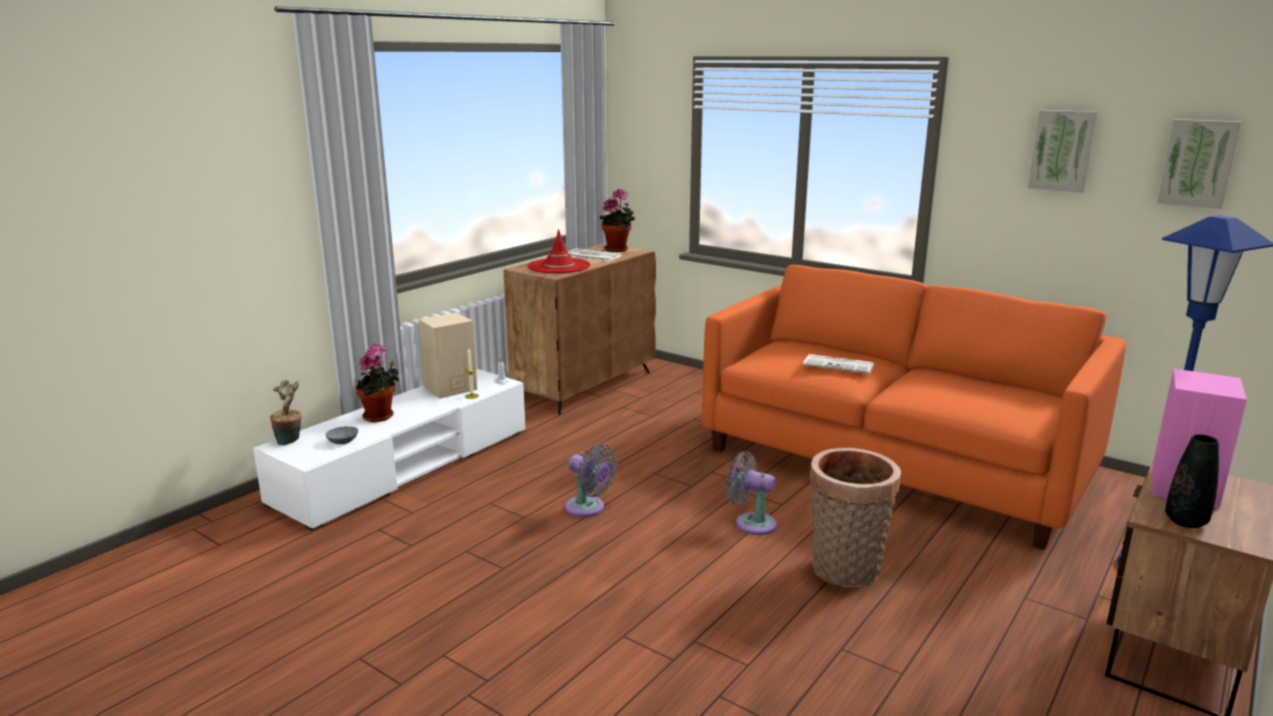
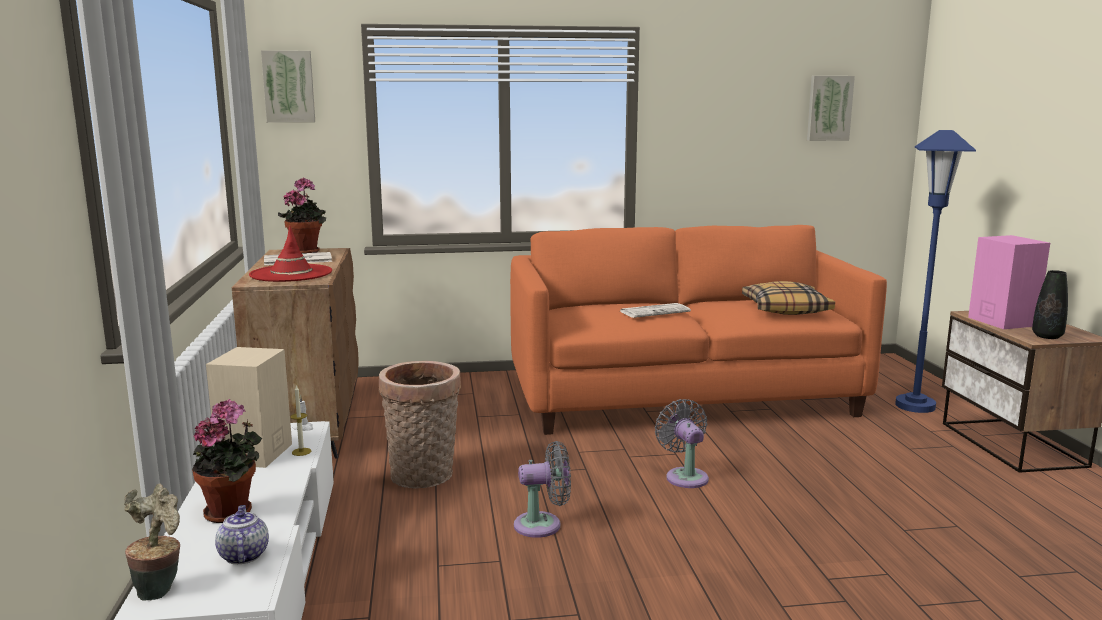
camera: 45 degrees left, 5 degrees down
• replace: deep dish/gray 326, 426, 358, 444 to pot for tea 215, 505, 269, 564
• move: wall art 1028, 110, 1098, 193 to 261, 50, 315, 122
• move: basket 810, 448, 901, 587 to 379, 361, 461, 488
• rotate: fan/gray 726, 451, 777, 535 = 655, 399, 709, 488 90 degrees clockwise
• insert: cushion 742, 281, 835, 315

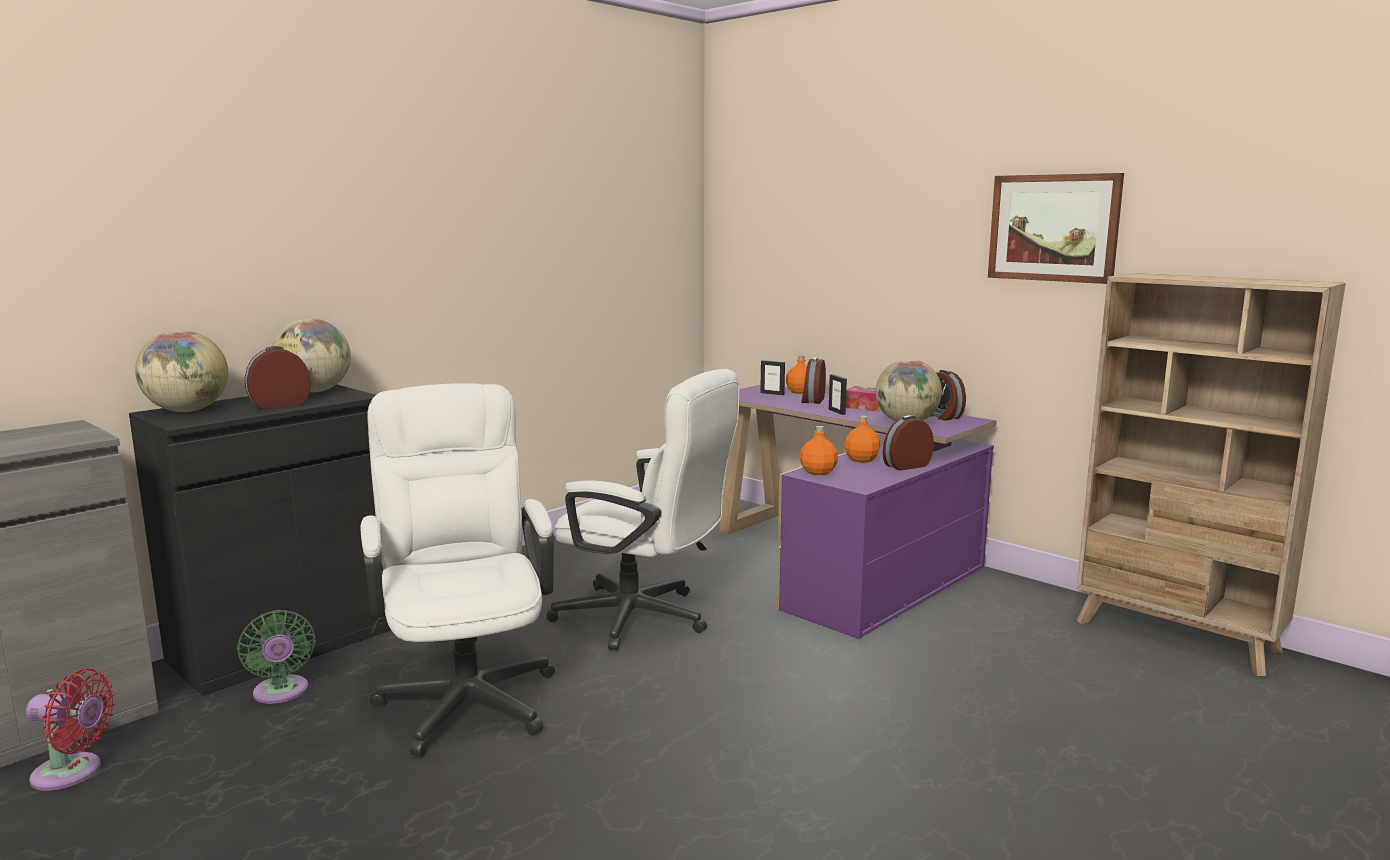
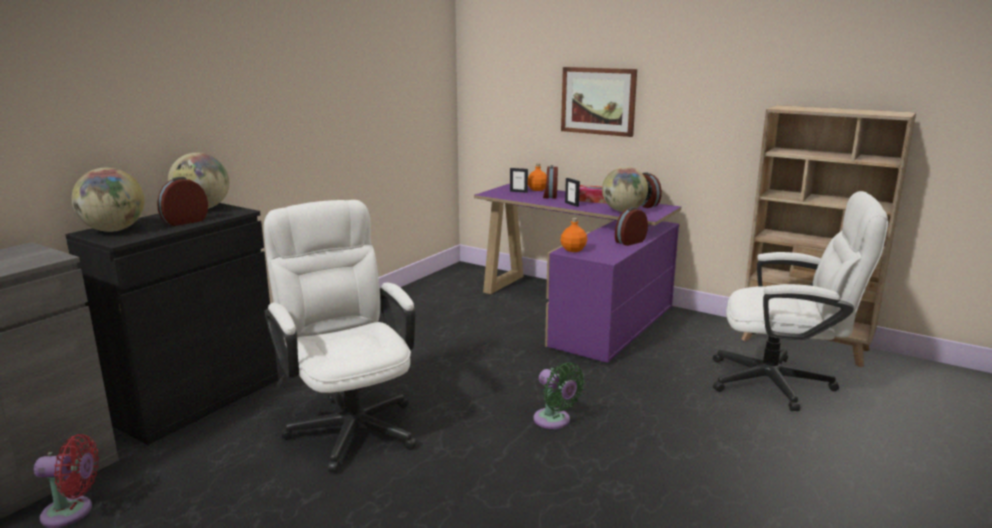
camera: 10 degrees left, 5 degrees up
• move: fan/green-coloured 237, 610, 316, 704 to 533, 362, 585, 429
• move: wall art 988, 173, 1124, 284 to 561, 67, 637, 137
• move: office chair/whitish 547, 369, 740, 651 to 713, 191, 888, 411
• delete: drink bottle/orange-coloured 844, 416, 880, 463

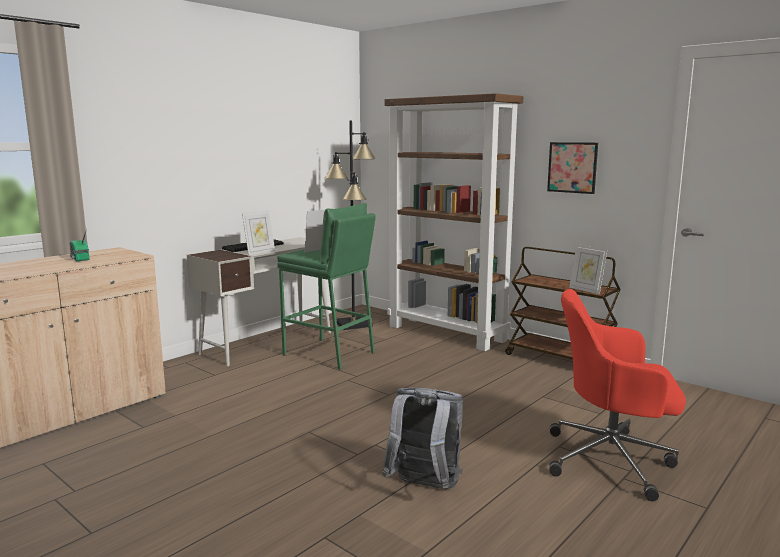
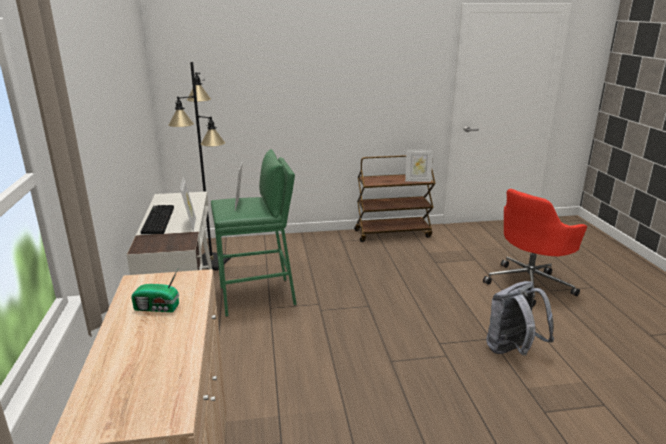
camera: 50 degrees left, 10 degrees up
• delete: shelving unit/brown 385, 93, 523, 351
• delete: wall art 547, 142, 598, 194

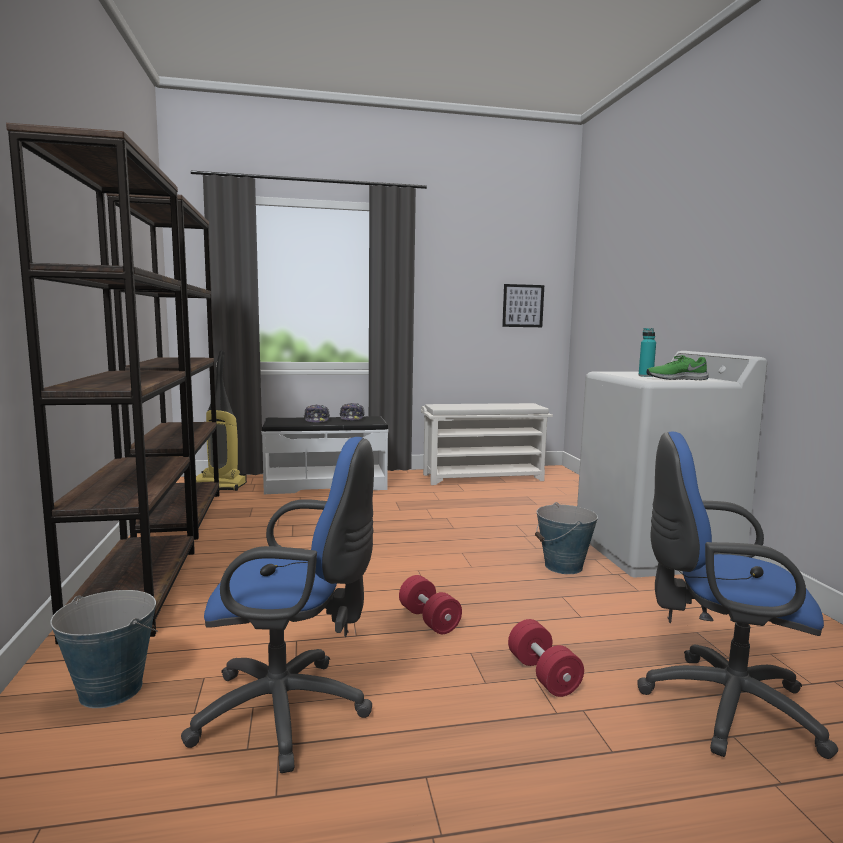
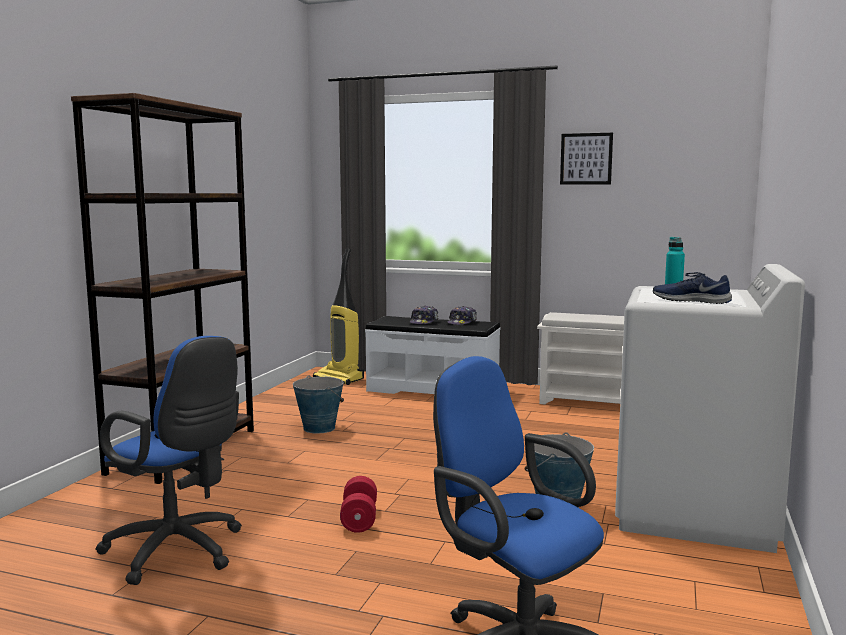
camera: 30 degrees right, 0 degrees up
• move: pail 50, 590, 158, 708 to 293, 375, 344, 434
• move: wall art 502, 284, 544, 327 to 560, 133, 613, 185
• recolor: shoe/green-coloured 647, 355, 709, 380 to shoe/blue-coloured 653, 272, 732, 304
• delete: shelving unit/brown 107, 193, 220, 540
• delete: hand weight/reddish 508, 619, 584, 697

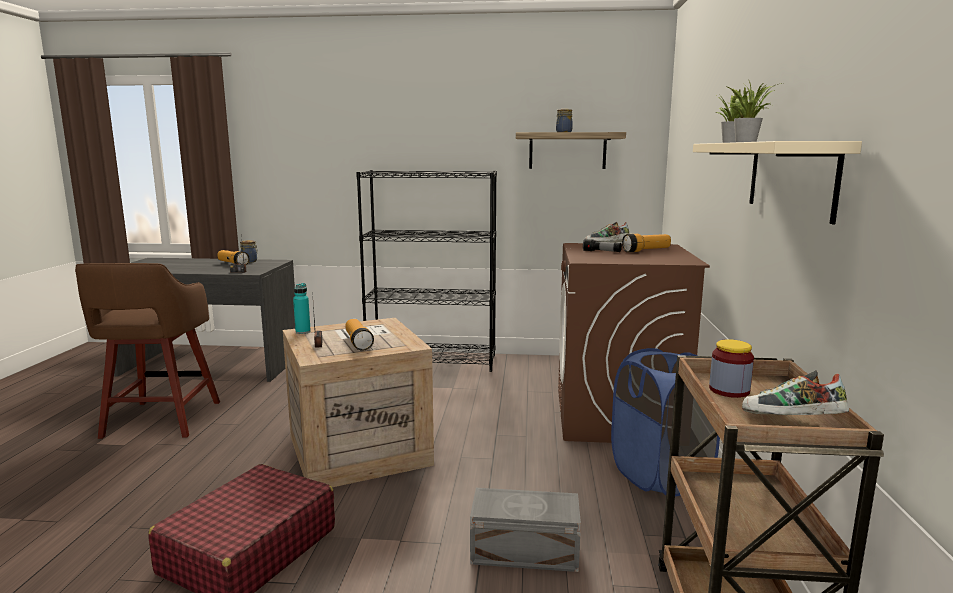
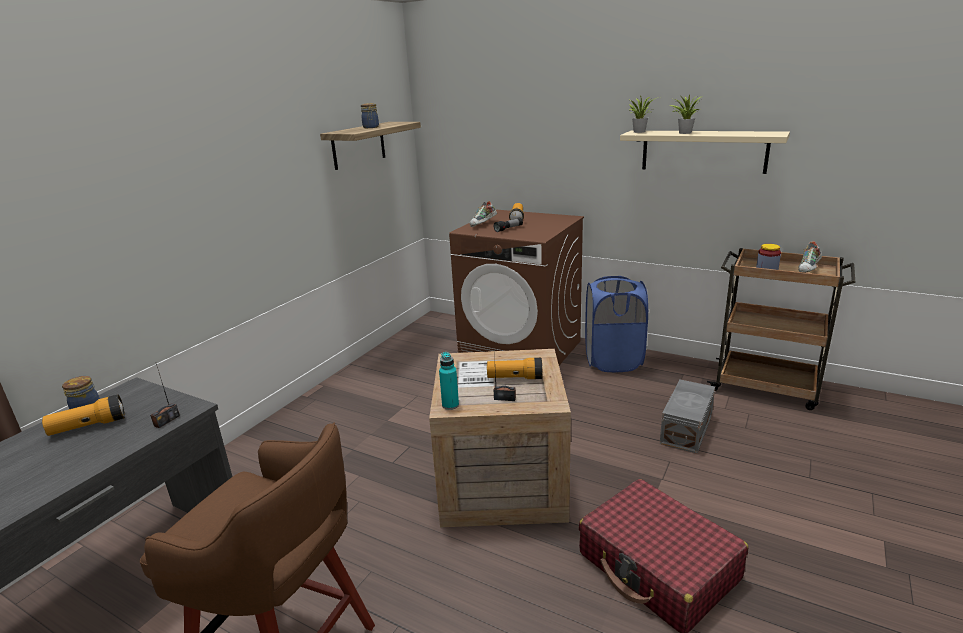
camera: 65 degrees left, 10 degrees up
• delete: shelving unit/black-coloured 356, 170, 497, 372

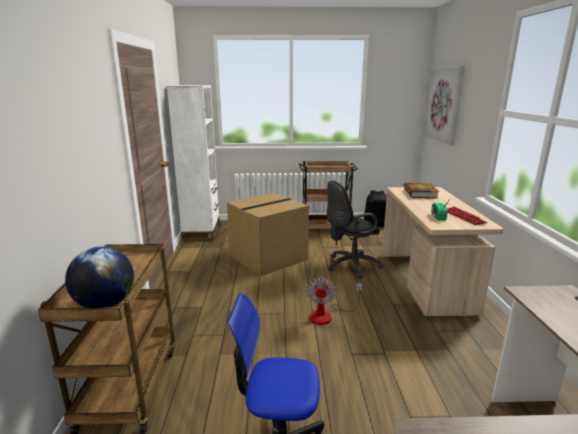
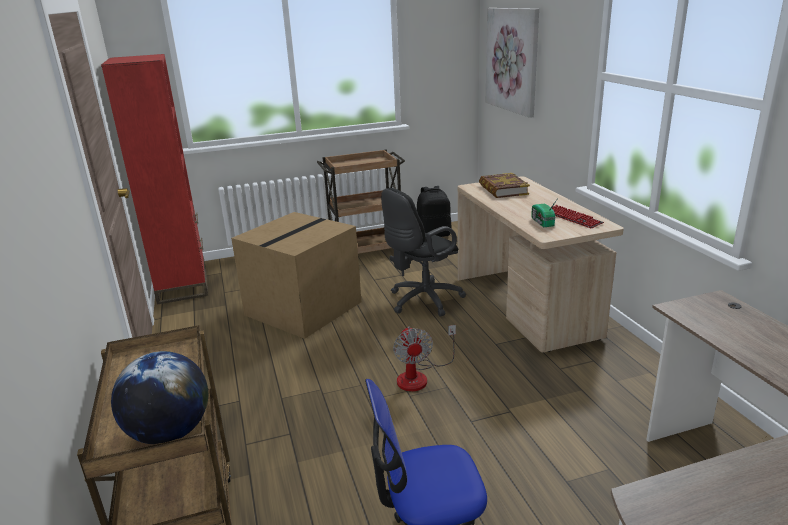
camera: 15 degrees left, 5 degrees up
• recolor: shelving unit/whitish 167, 85, 220, 241 to shelving unit/reddish 101, 54, 208, 305

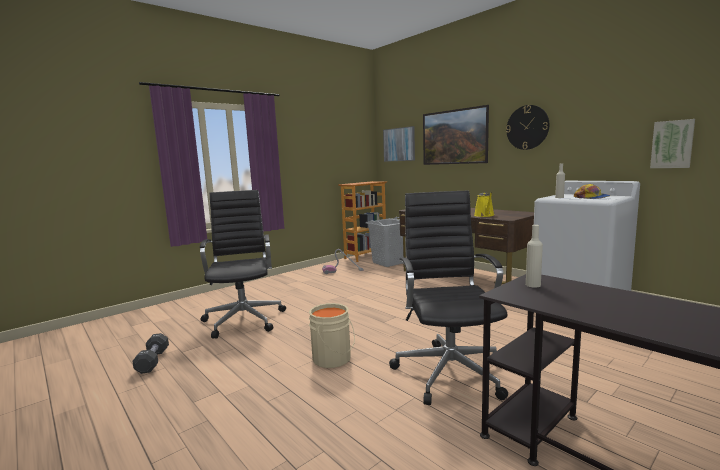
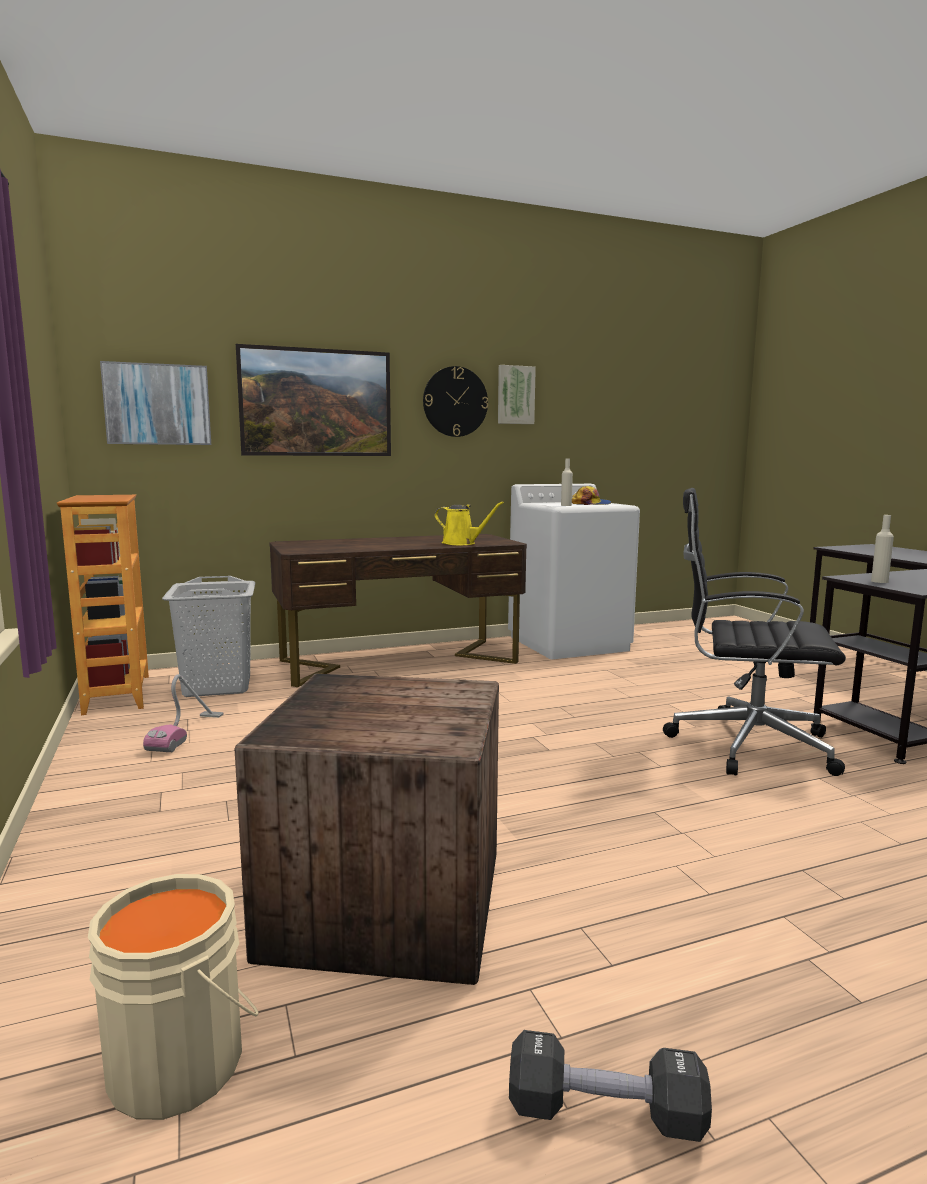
camera: 70 degrees left, 0 degrees up
• move: pail/sand-coloured 309, 303, 355, 368 to 88, 874, 259, 1120
• replace: office chair/black-coloured 200, 190, 286, 339 to shipping crate 235, 674, 499, 985
• move: wall art 650, 119, 695, 168 to 498, 365, 536, 424

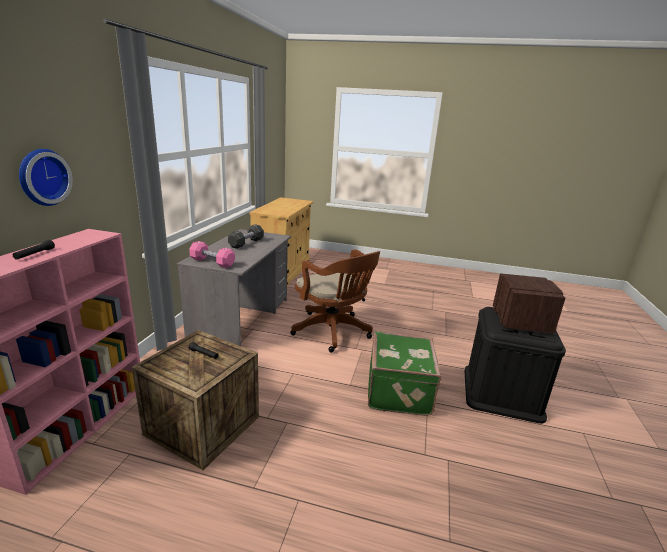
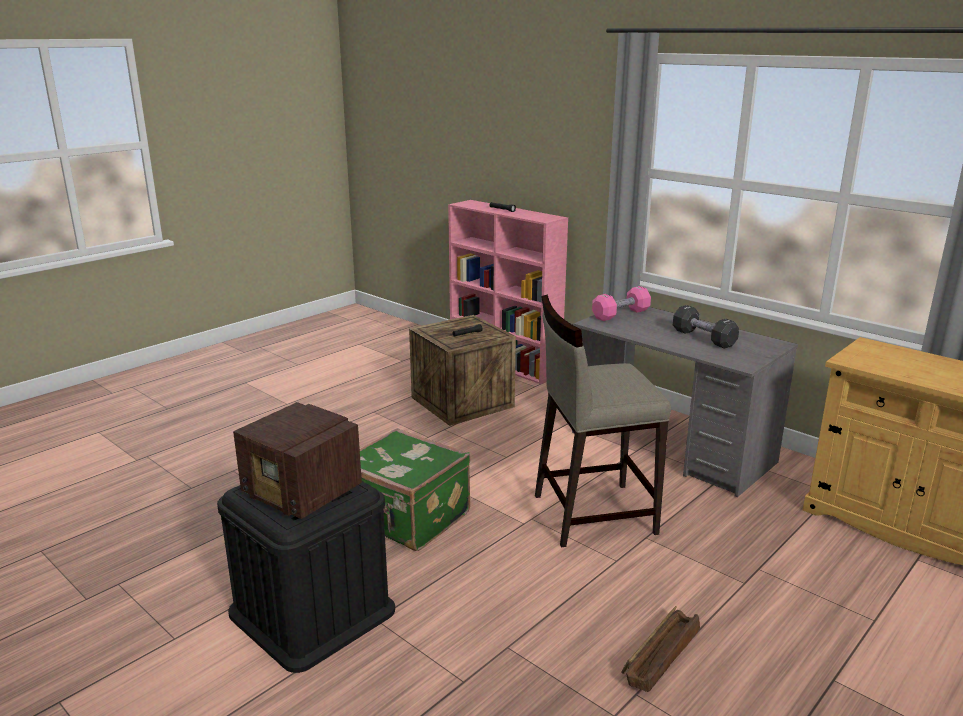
camera: 120 degrees right, 0 degrees up
• replace: office chair/brown 290, 249, 380, 353 to sitting stool/sand-coloured 535, 295, 671, 547
• insert: shipping crate 621, 606, 700, 692
• delete: wall clock 19, 149, 73, 206

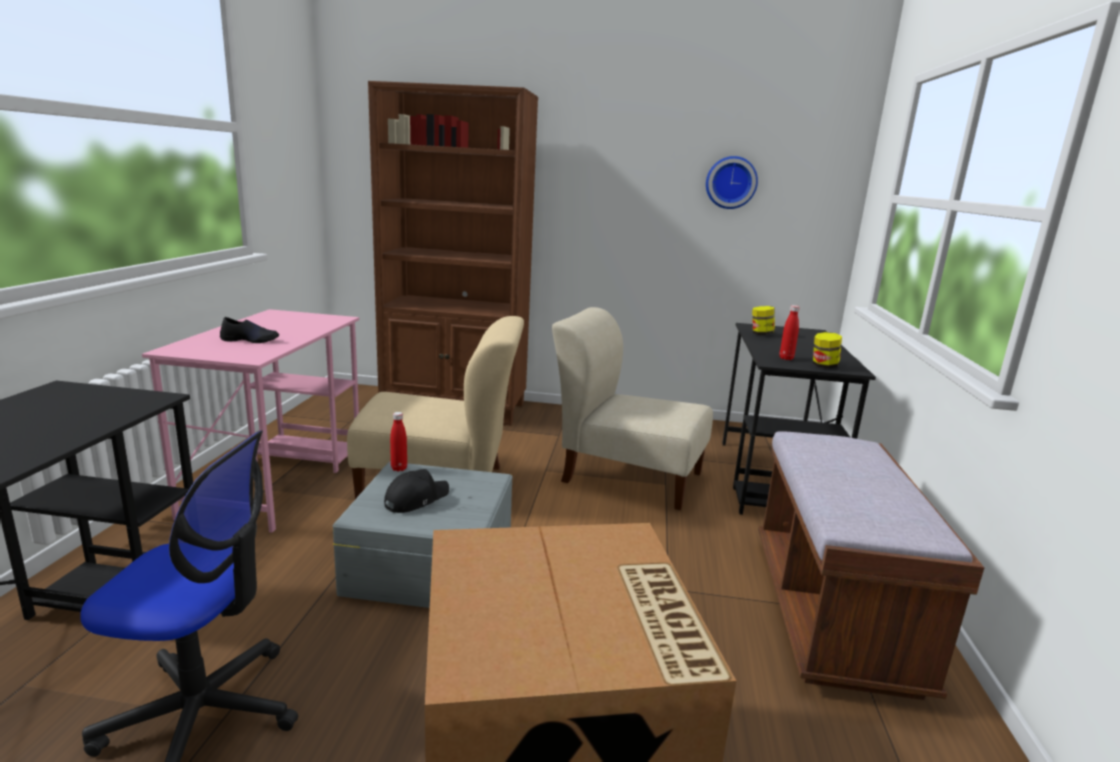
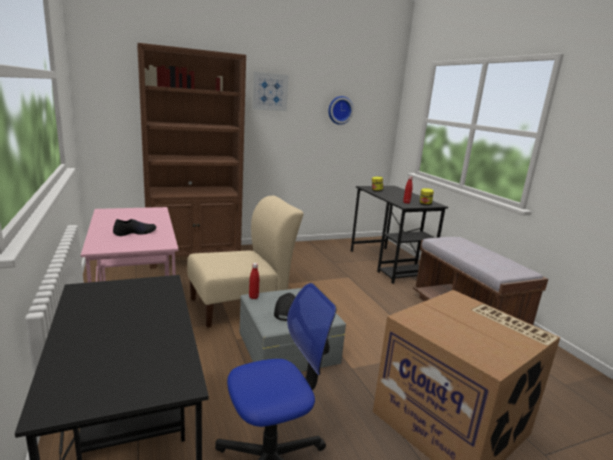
camera: 30 degrees left, 0 degrees up
• insert: wall art 253, 72, 289, 111
• delete: chair/sand-coloured 552, 307, 713, 510

